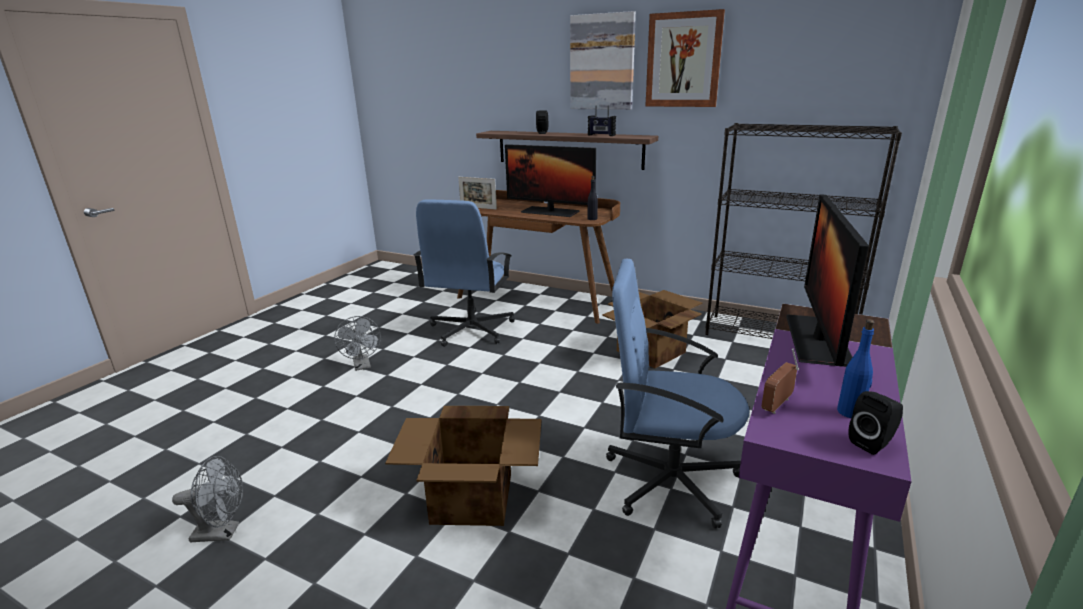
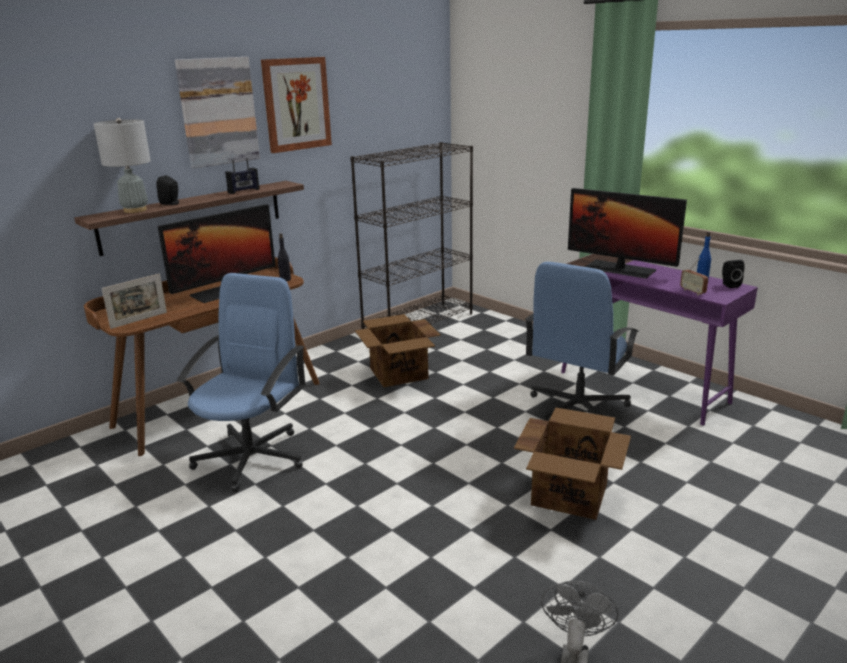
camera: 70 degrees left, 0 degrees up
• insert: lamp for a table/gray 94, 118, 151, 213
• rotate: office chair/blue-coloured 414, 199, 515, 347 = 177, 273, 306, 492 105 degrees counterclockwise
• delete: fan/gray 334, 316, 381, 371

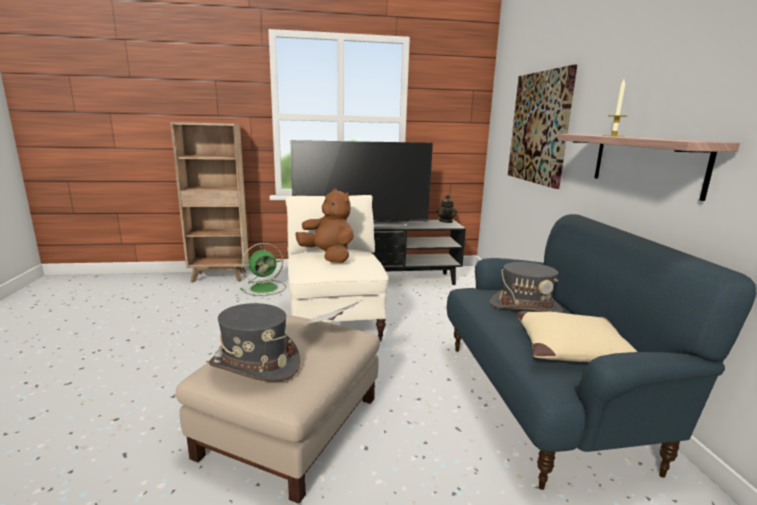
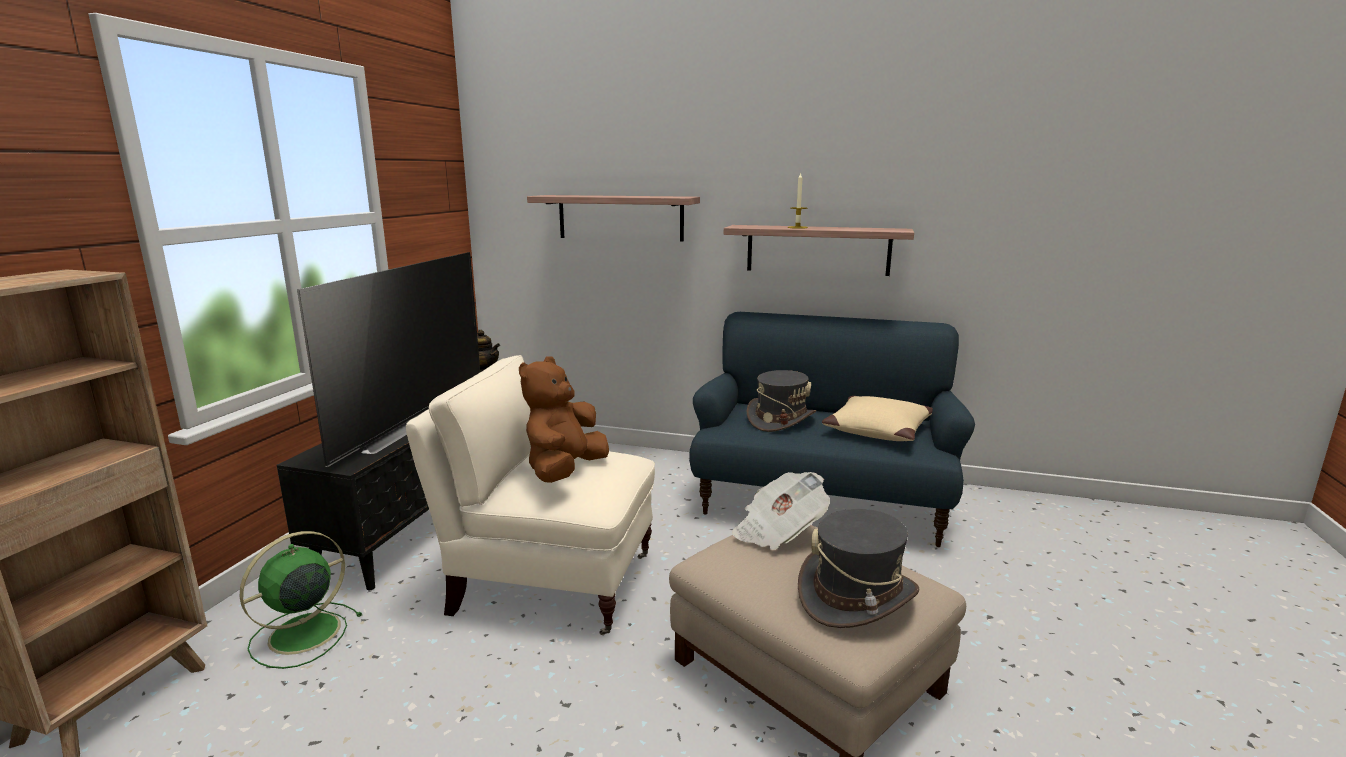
camera: 65 degrees left, 0 degrees up
• rotate: fan/green-coloured 240, 243, 286, 296 = 240, 531, 362, 669 135 degrees counterclockwise
• rotate: soft toy/brown 296, 188, 354, 263 = 519, 356, 609, 483 45 degrees counterclockwise
• replace: wall art 508, 65, 577, 189 to wall shelf 527, 195, 700, 242

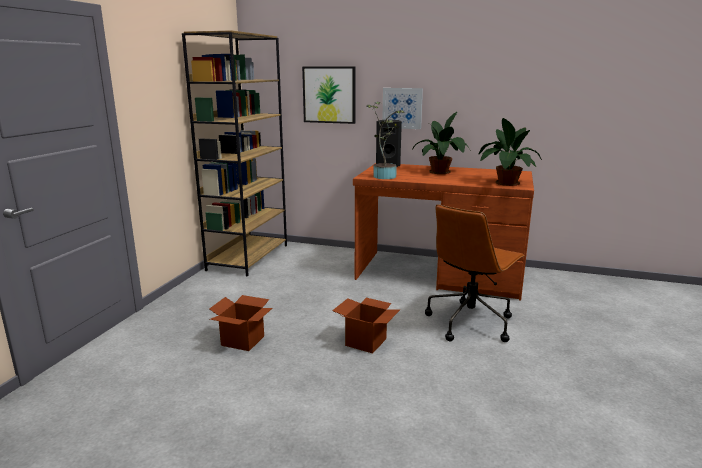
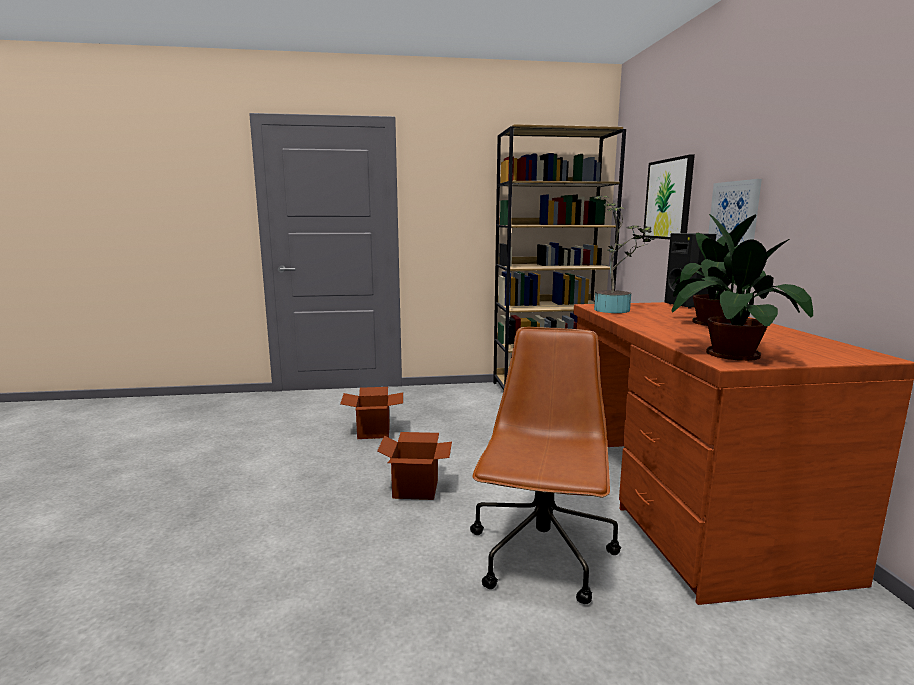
camera: 65 degrees right, 5 degrees down
• rotate: office chair/brown 425, 204, 525, 342 = 470, 327, 621, 604 90 degrees clockwise

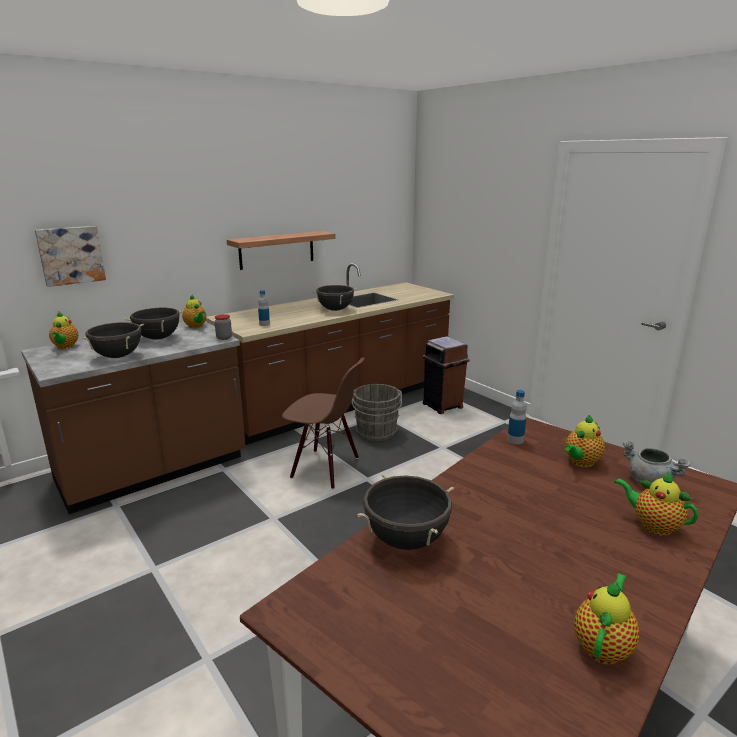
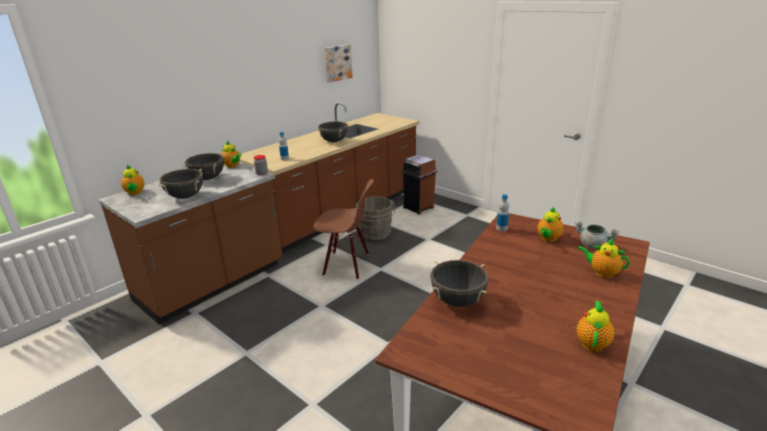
camera: 10 degrees left, 5 degrees up
• move: wall art 35, 226, 106, 287 to 325, 44, 352, 82
• delete: wall shelf 227, 231, 336, 270

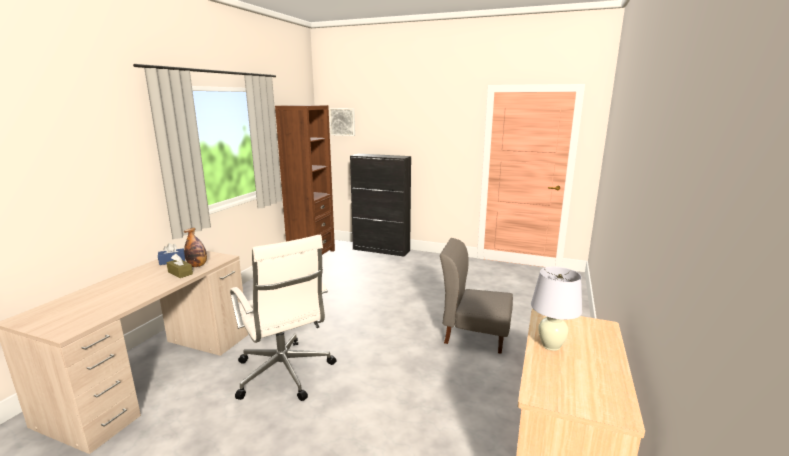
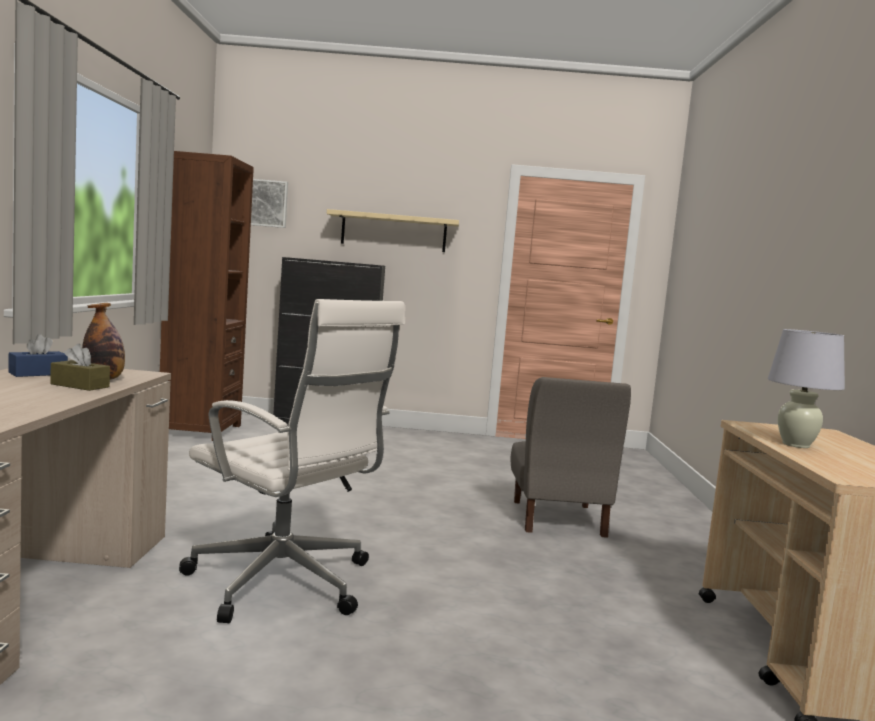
camera: 20 degrees left, 10 degrees down
• insert: wall shelf/sand-coloured 327, 209, 459, 252
• rotate: chair/gray 440, 238, 513, 354 = 511, 377, 631, 538 90 degrees counterclockwise

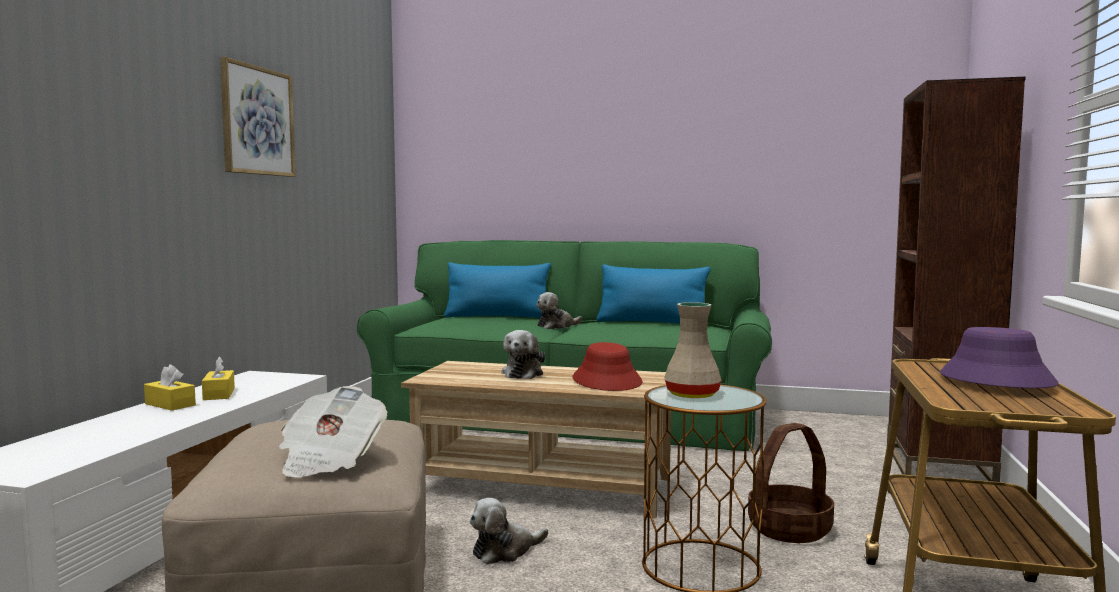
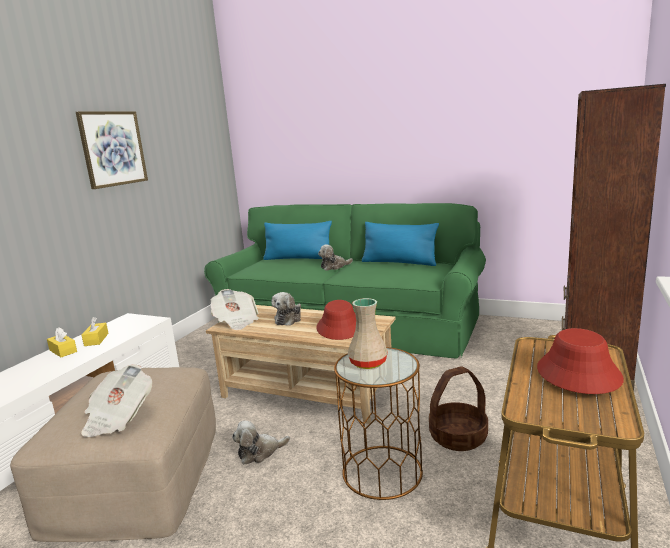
camera: 10 degrees right, 10 degrees up
• insert: daily paper 211, 289, 259, 330
• recolor: wearable hat/purplish 940, 327, 1059, 388 to wearable hat/reddish 537, 328, 624, 394

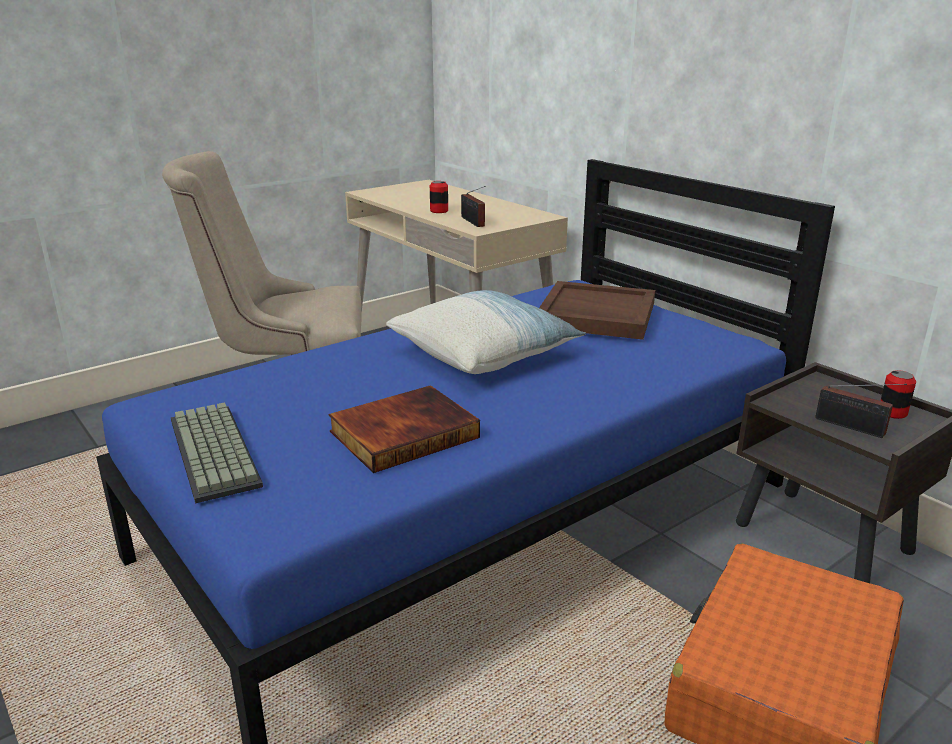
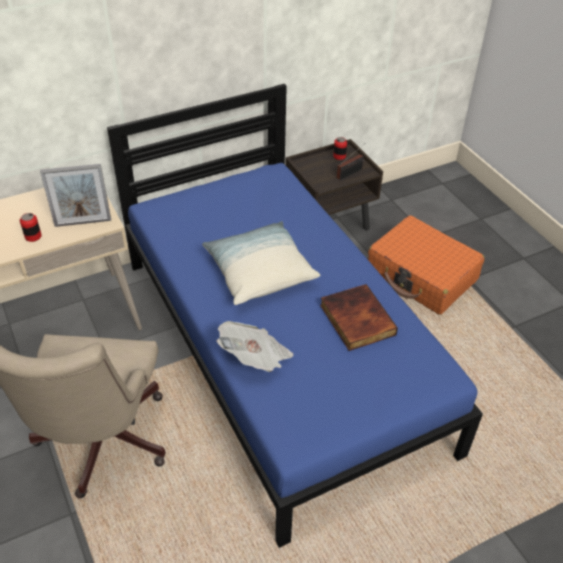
camera: 80 degrees left, 20 degrees up
• replace: radio 461, 186, 486, 227 to photo frame 40, 164, 111, 227
• insert: daily paper 216, 321, 294, 372
• delete: computer keyboard 171, 402, 263, 503
• delete: carrying tray/brown 539, 281, 655, 340

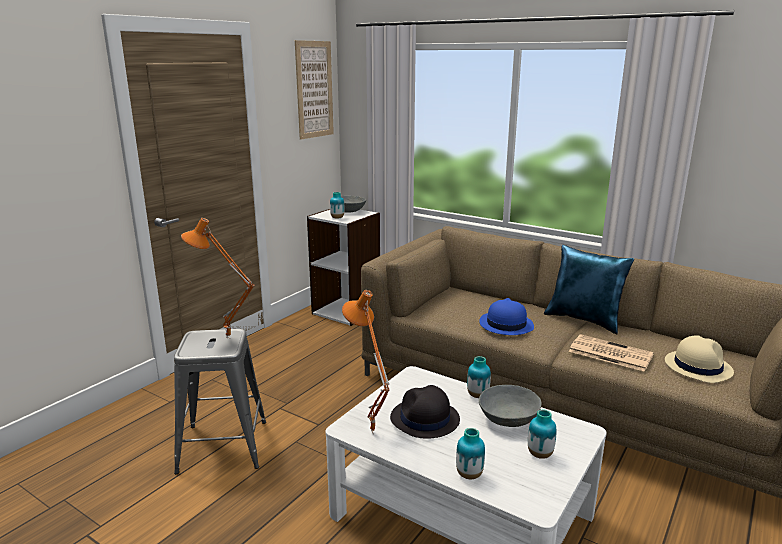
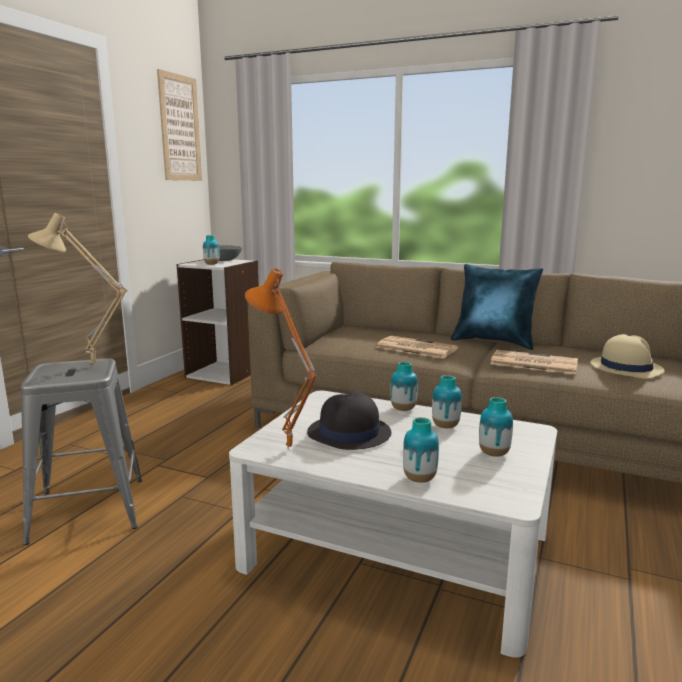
camera: 10 degrees left, 5 degrees down
• recolor: lamp for a table/orange-coloured 181, 218, 255, 338 to lamp for a table/sand-coloured 28, 213, 127, 367
• replace: wearable hat/blue-coloured 479, 298, 534, 335 to daily paper 375, 336, 458, 359
• replace: deep dish/gray 479, 385, 542, 427 to flower vase 432, 375, 462, 428

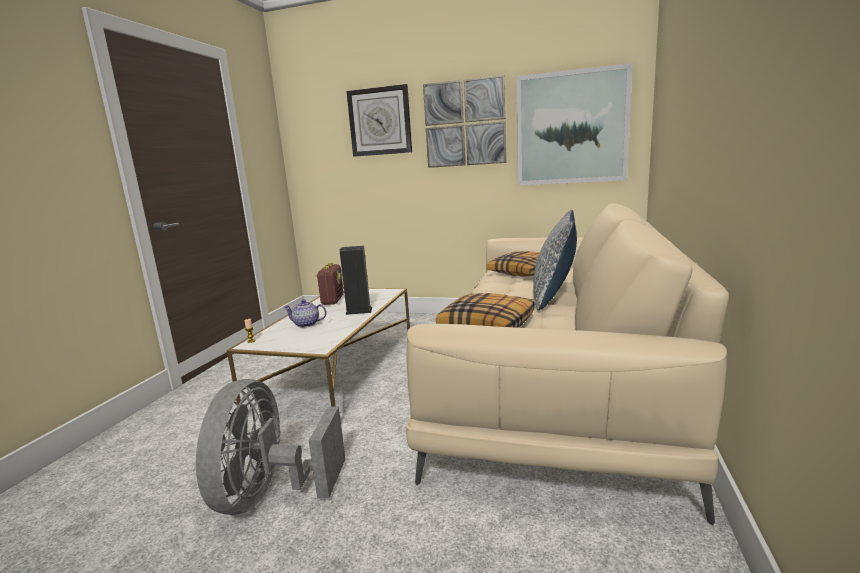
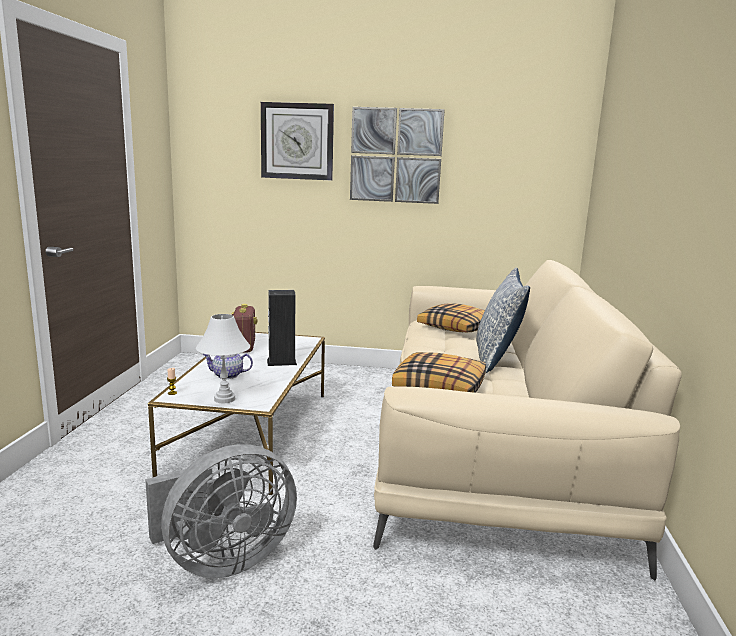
camera: 10 degrees left, 0 degrees up
• rotate: fan/gray 196, 379, 346, 515 = 145, 444, 297, 578 120 degrees counterclockwise
• insert: lamp for a table/whitish 196, 314, 250, 403
• delete: wall art 516, 63, 632, 186

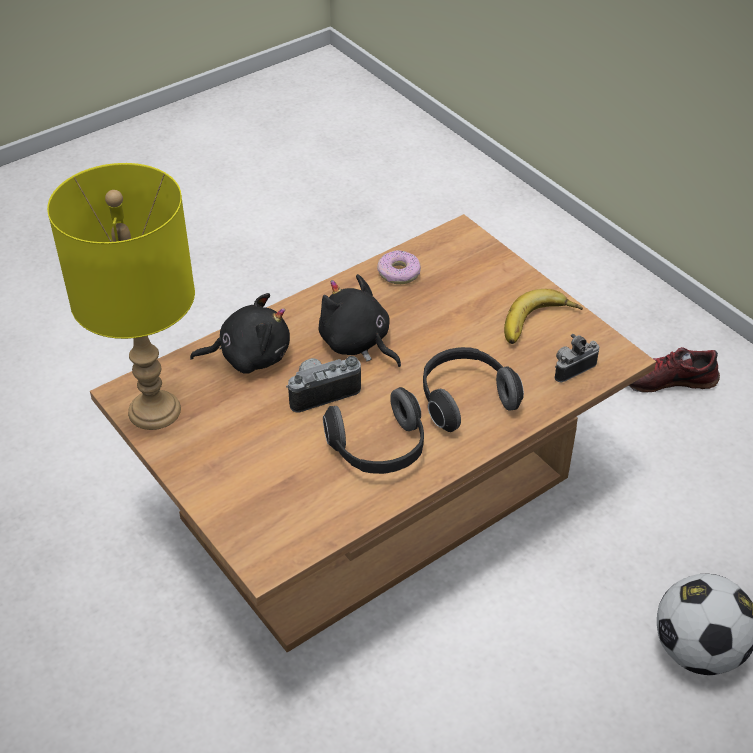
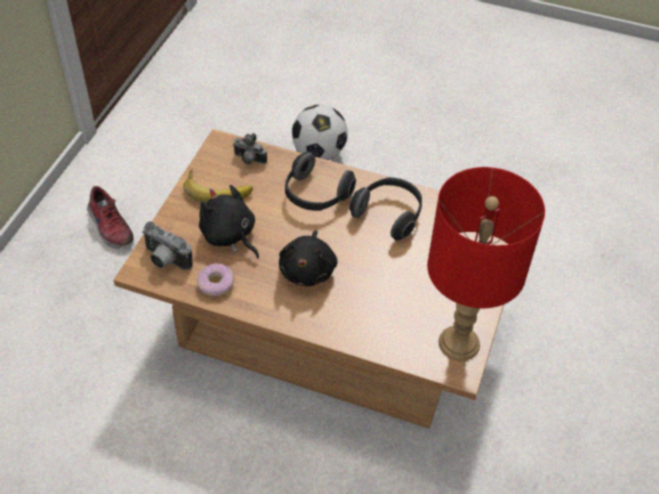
camera: 125 degrees left, 5 degrees up
• move: still camera 286, 356, 361, 412 to 142, 221, 193, 270
• move: soft toy/black-coloured 190, 293, 290, 374 to 199, 185, 259, 259
• recolor: lamp for a table/yellow-coloured 47, 163, 195, 430 to lamp for a table/reddish 427, 167, 545, 361

